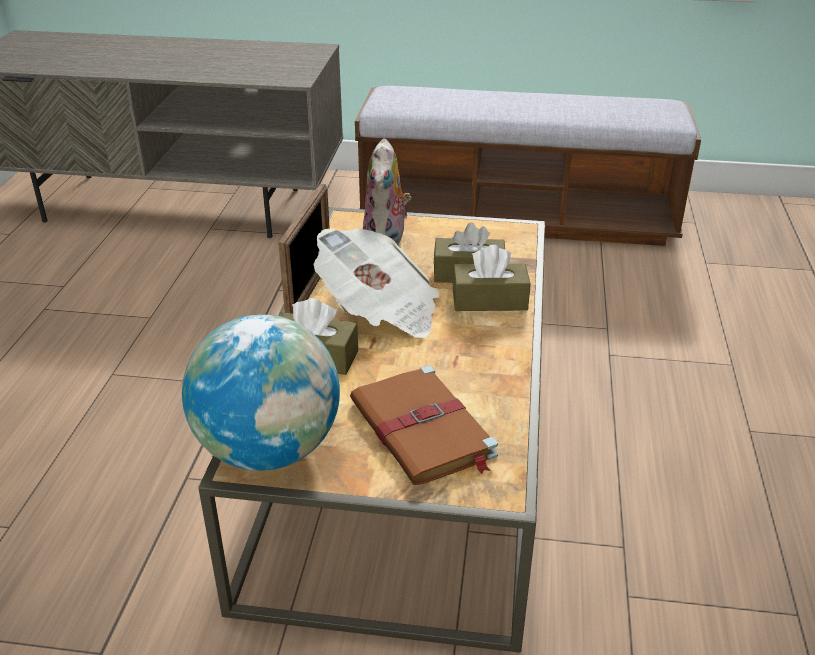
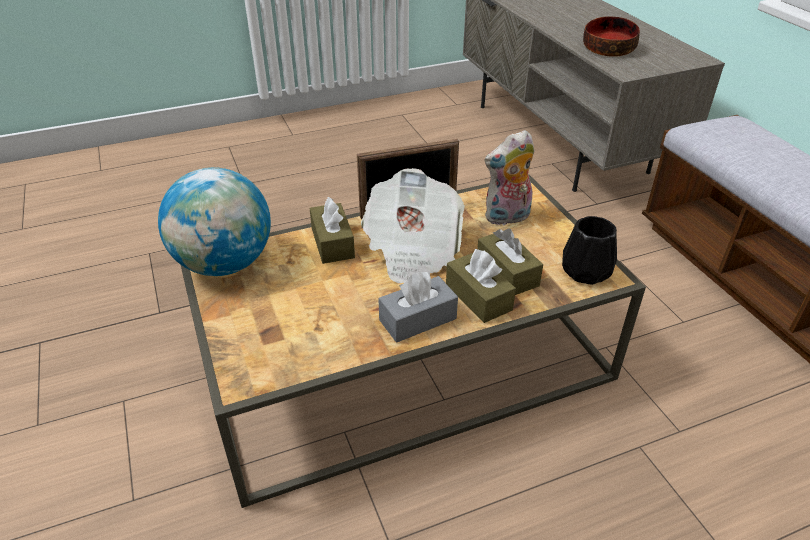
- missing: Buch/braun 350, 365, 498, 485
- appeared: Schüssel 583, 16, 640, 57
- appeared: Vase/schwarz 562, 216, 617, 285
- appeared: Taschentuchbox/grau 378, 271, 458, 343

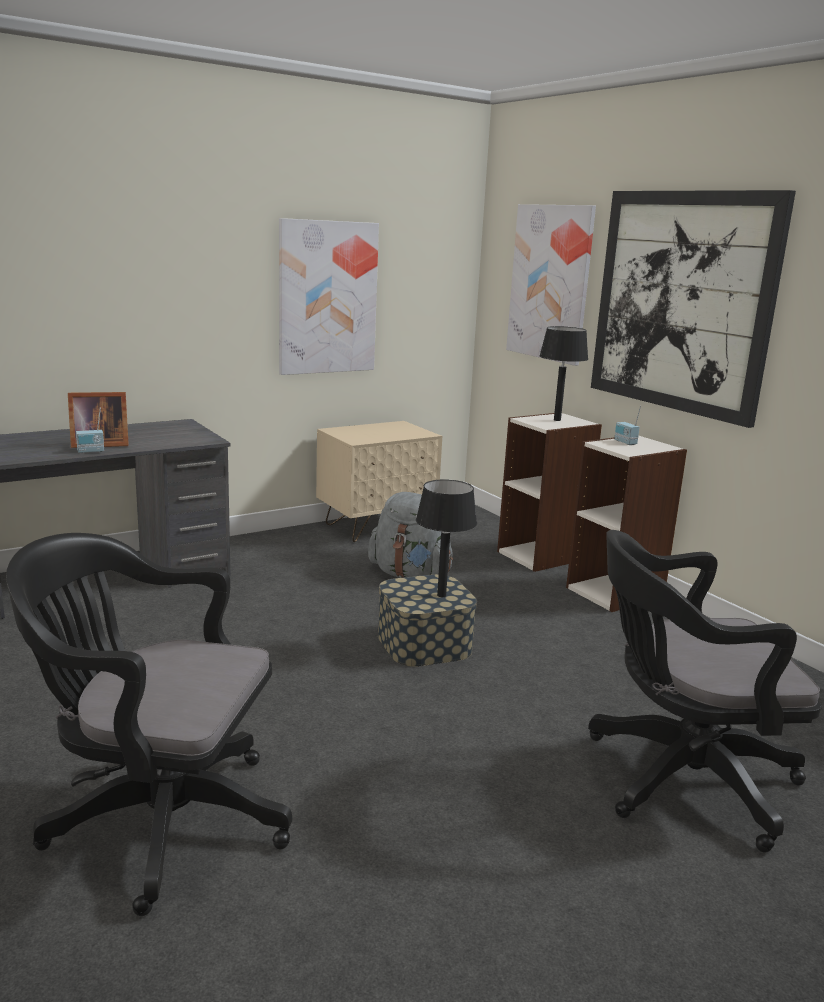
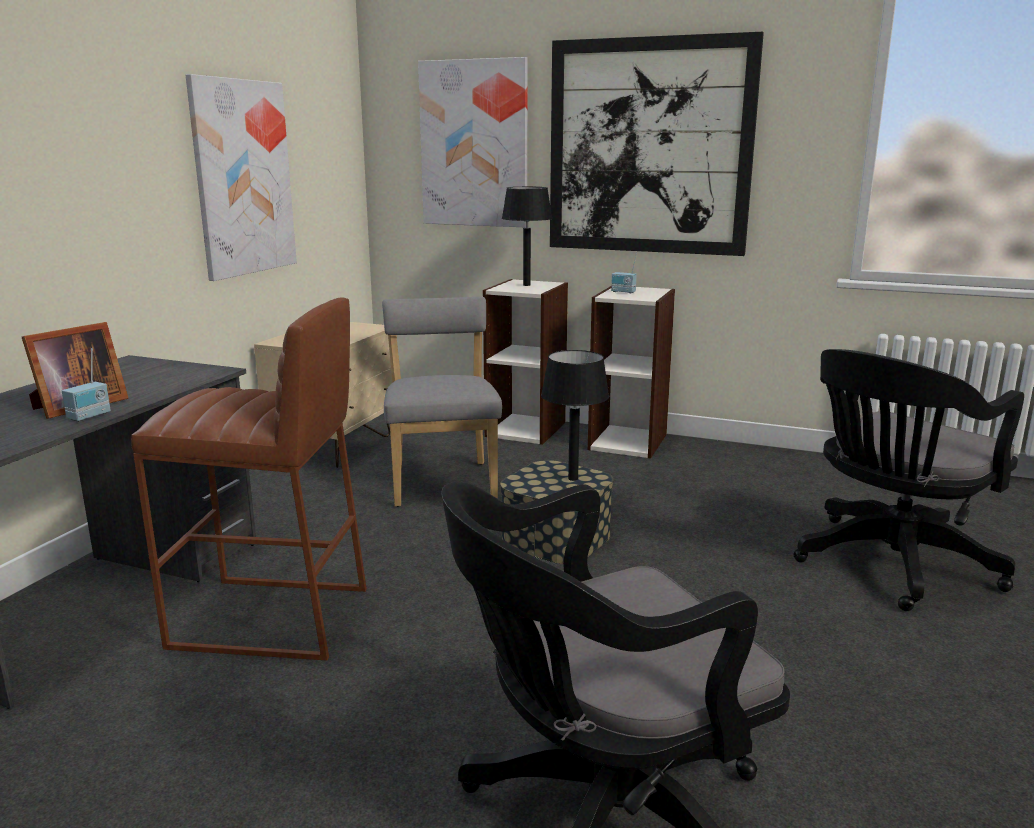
- exchanged: Rucksack/grau 368, 492, 453, 578 to Stuhl/grau 382, 297, 502, 507
- appeared: Hocker/braun 131, 298, 367, 661

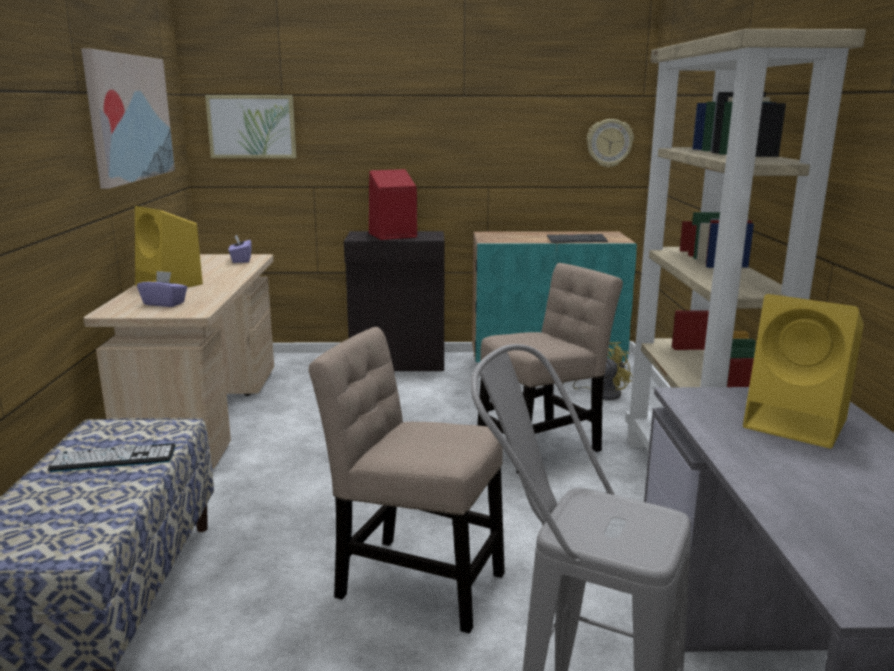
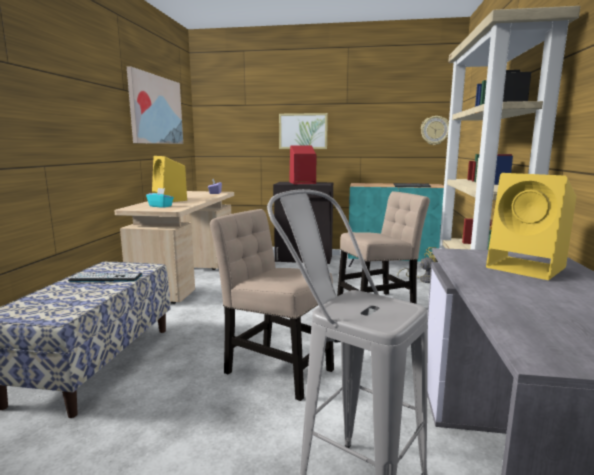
- relocated: Bild 205, 95, 296, 158 to 279, 113, 328, 149
- colour: Taschentuchbox/lila 137, 271, 188, 307 to Taschentuchbox/türkis 146, 188, 174, 208

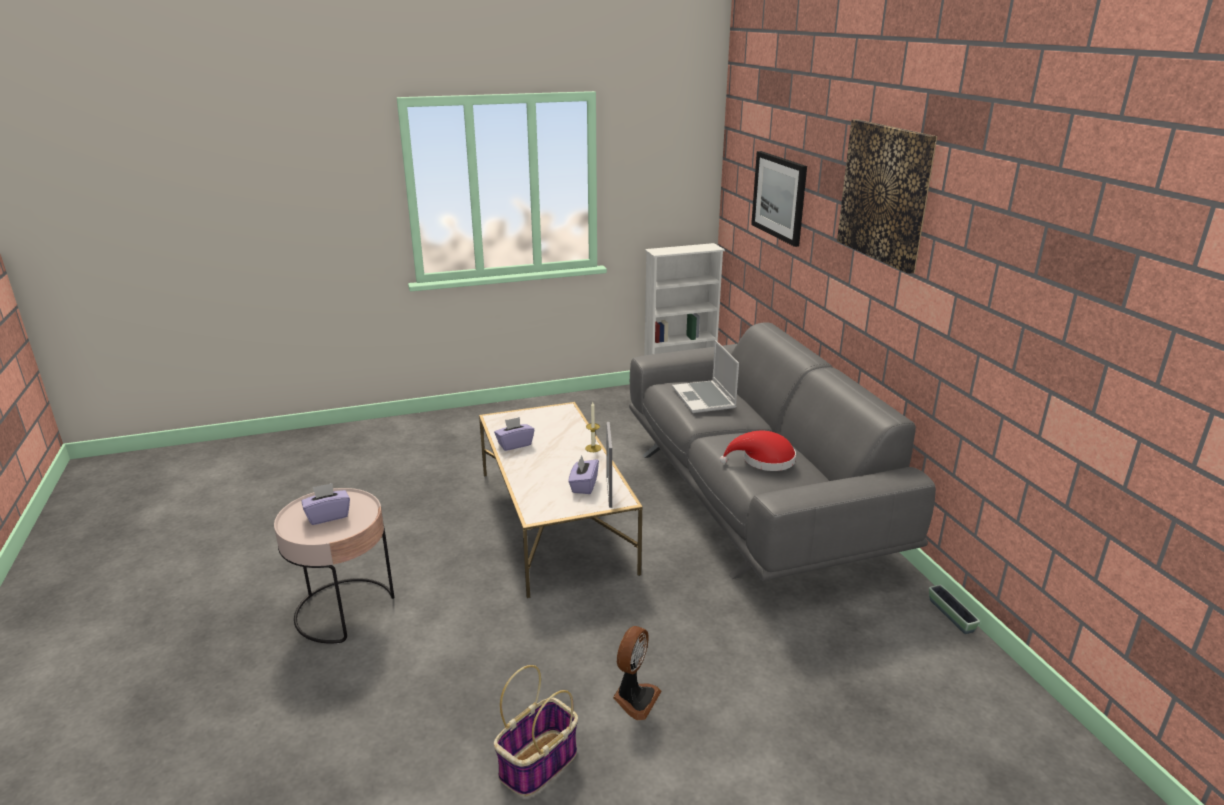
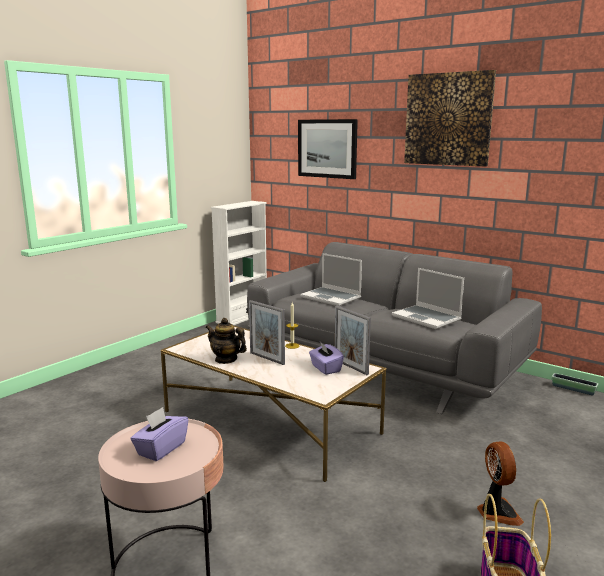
- exchanged: Taschentuchbox/lila 494, 417, 534, 451 to Teekanne 206, 318, 247, 364
- exchanged: Hut/rot 720, 431, 796, 471 to Laptop 392, 268, 464, 329
- appeared: Bilderrahmen 249, 300, 285, 365

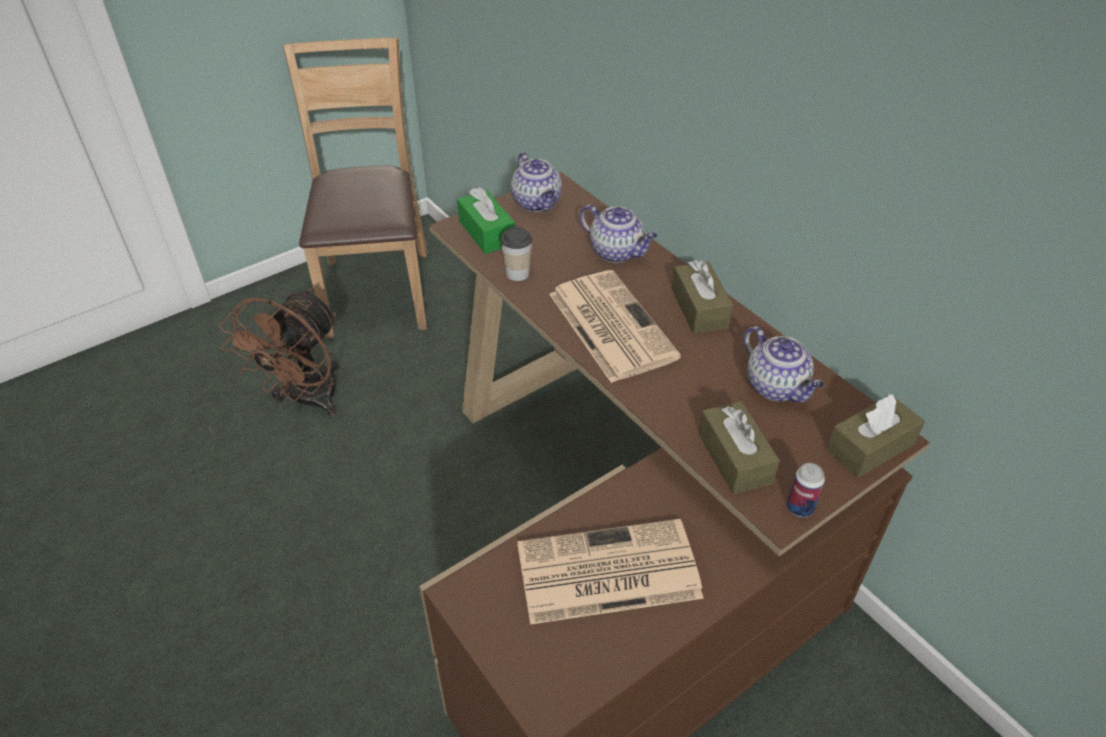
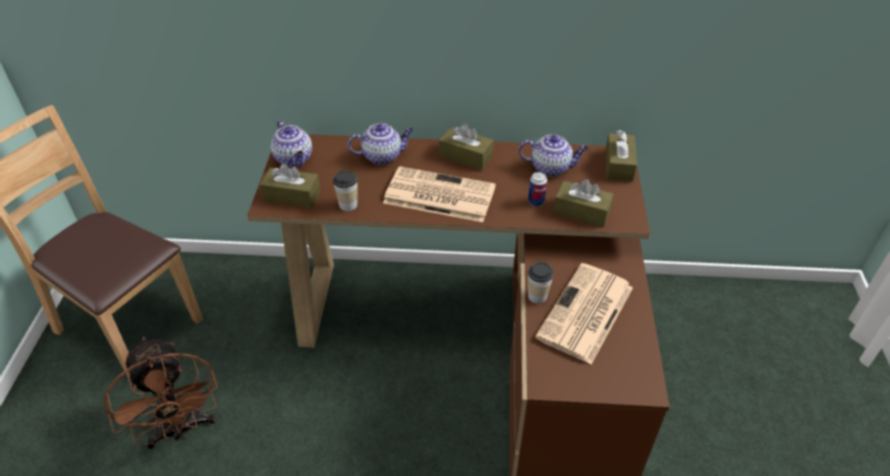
- spun: Teekanne 511, 152, 562, 212 = 271, 120, 312, 167 45 degrees clockwise
- colour: Taschentuchbox/grün 457, 187, 515, 254 to Taschentuchbox/braun 260, 163, 321, 208
- relocated: Dose 787, 463, 825, 517 to 528, 172, 547, 206
- appeared: Tasse 528, 262, 554, 304

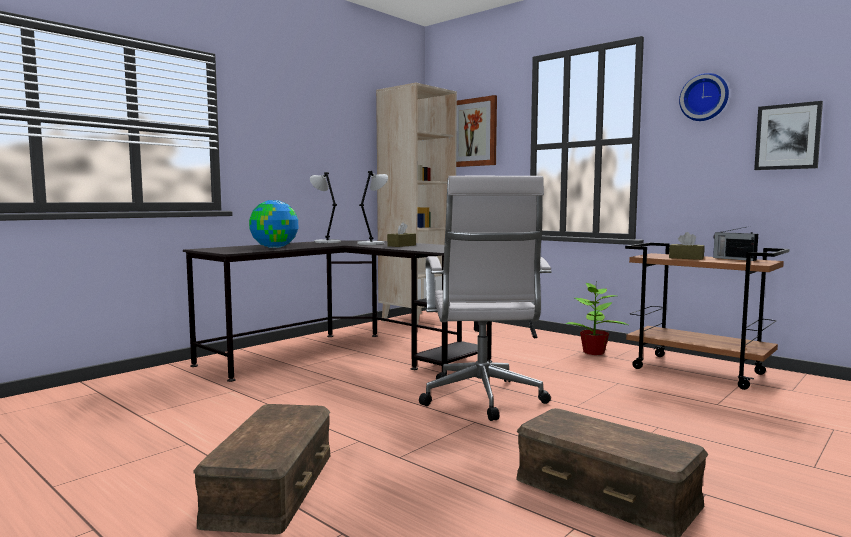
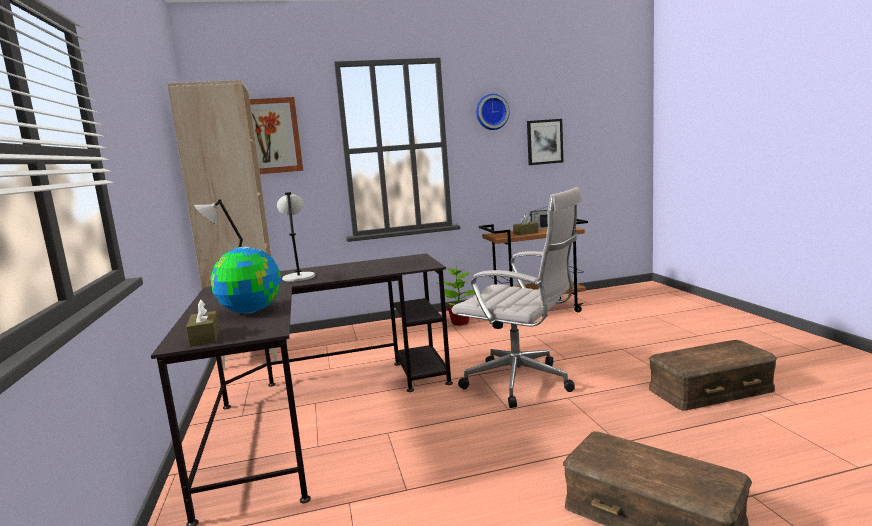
- relocated: Taschentuchbox/braun 387, 222, 416, 247 to 186, 299, 219, 346

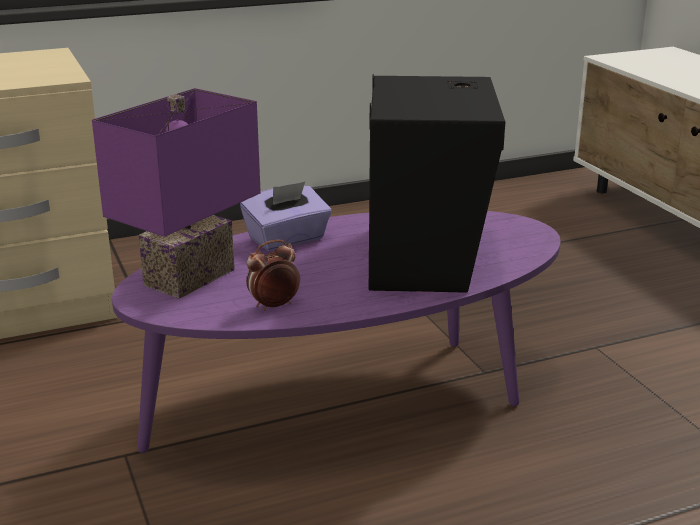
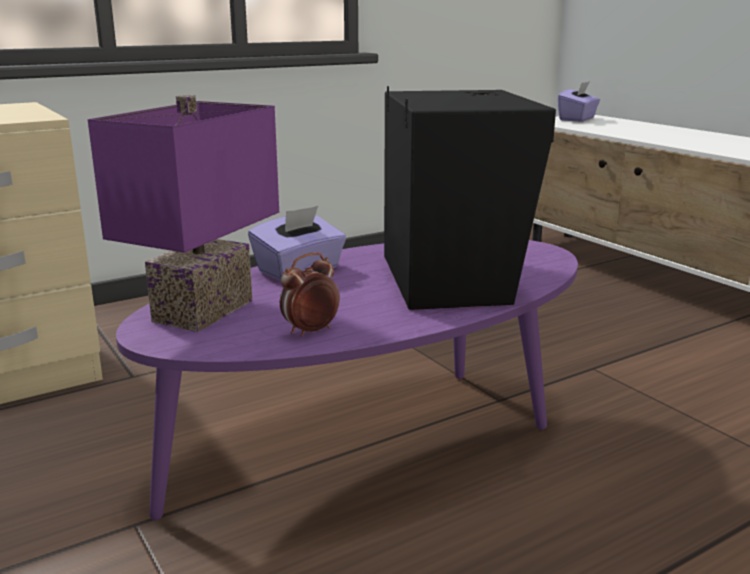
- appeared: Taschentuchbox/lila 558, 81, 600, 122

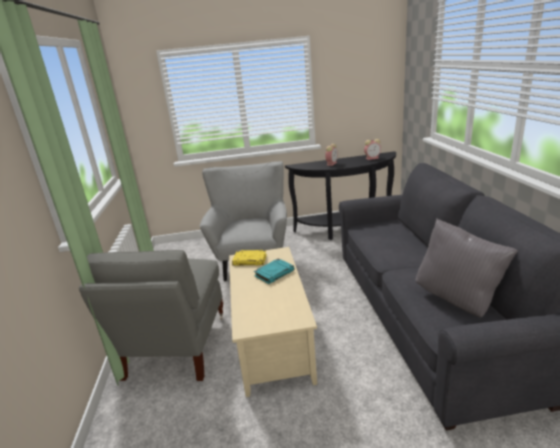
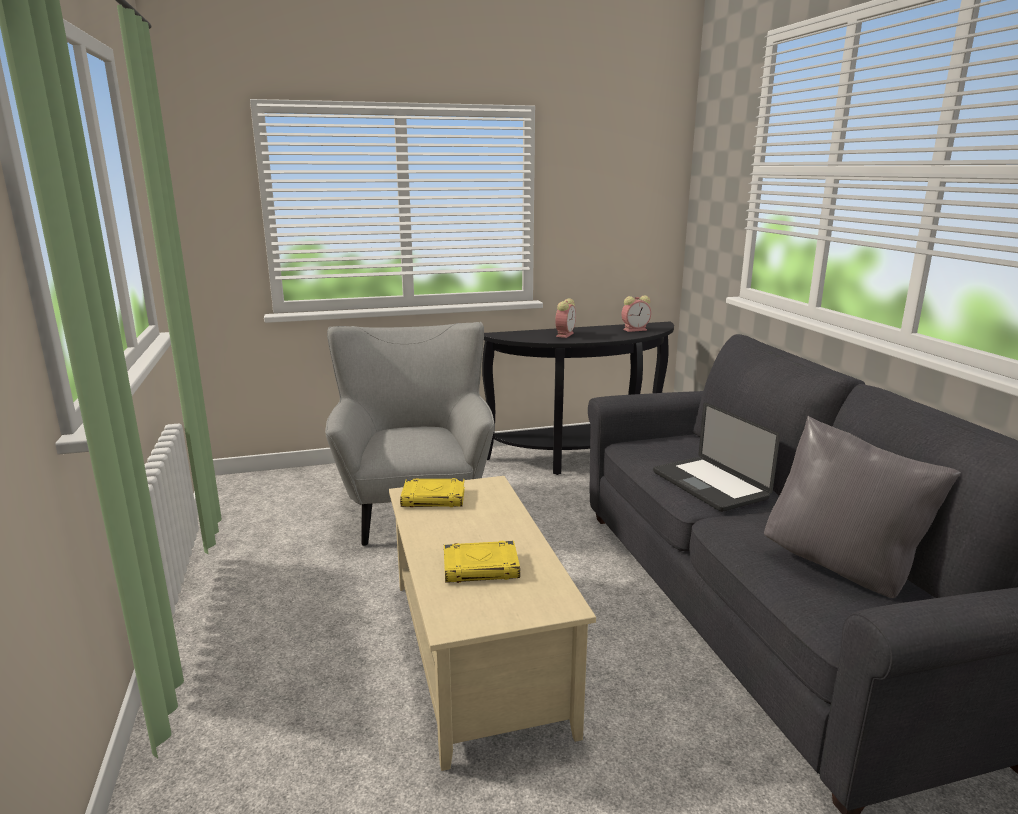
- missing: Sessel/grau 79, 250, 223, 381
- missing: Buch/türkis 254, 258, 294, 284
- appeared: Laptop 653, 402, 780, 512
- appeared: Buch/gelb 444, 541, 520, 583

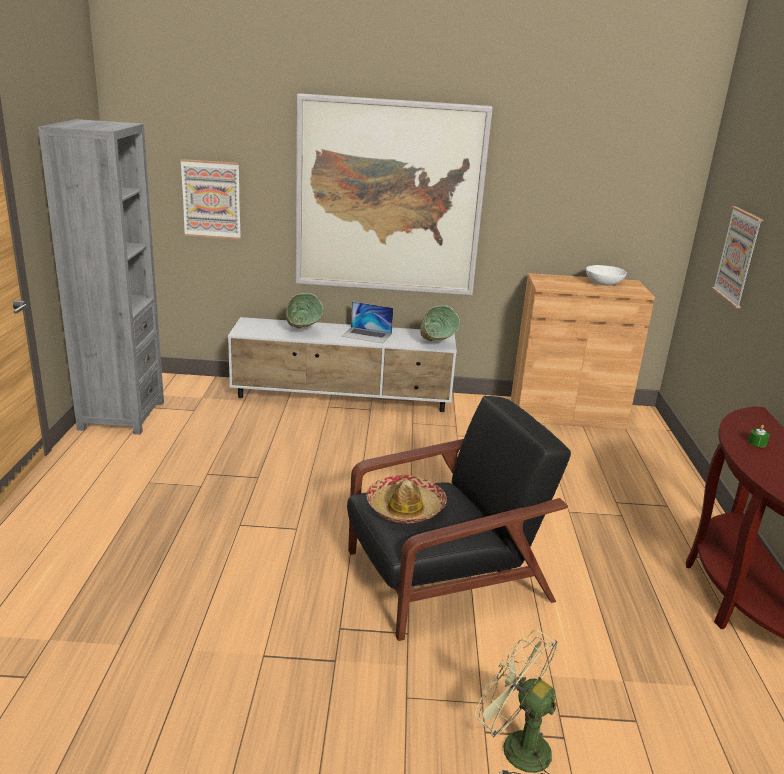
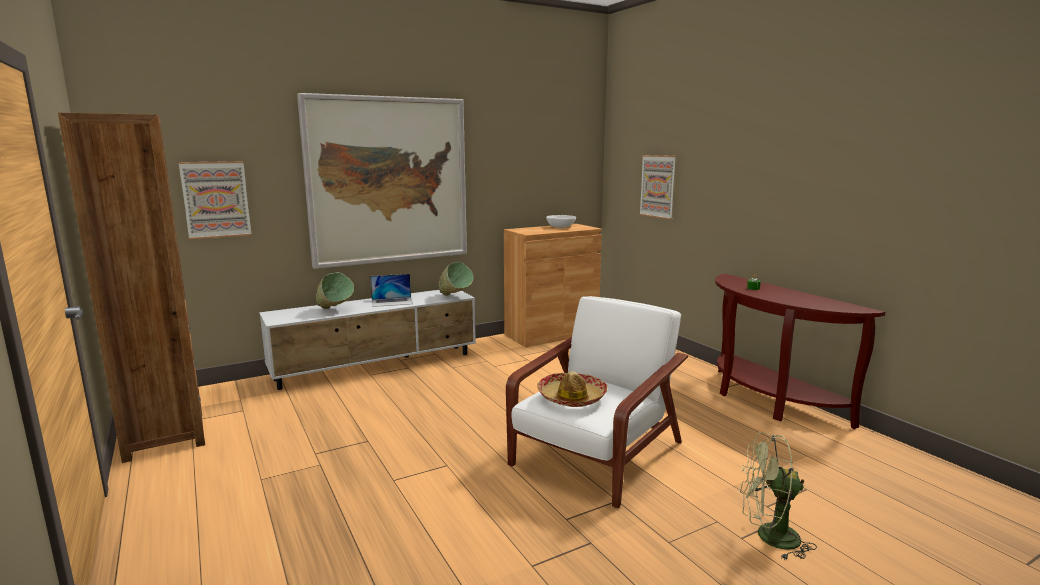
- colour: Bücherregal/grau 38, 119, 164, 435 to Bücherregal/braun 58, 113, 205, 463
- colour: Sessel/schwarz 347, 395, 571, 641 to Sessel/weiß 506, 296, 688, 508

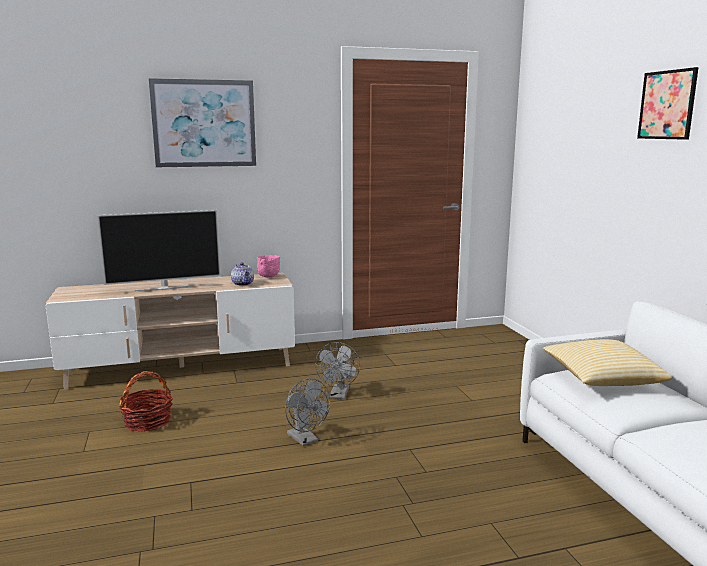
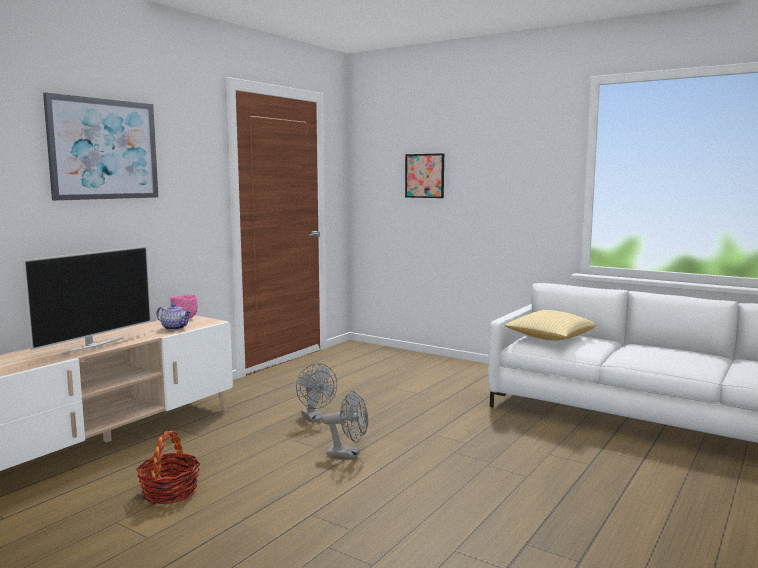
- relocated: Bild 637, 67, 699, 140 to 405, 153, 444, 198

